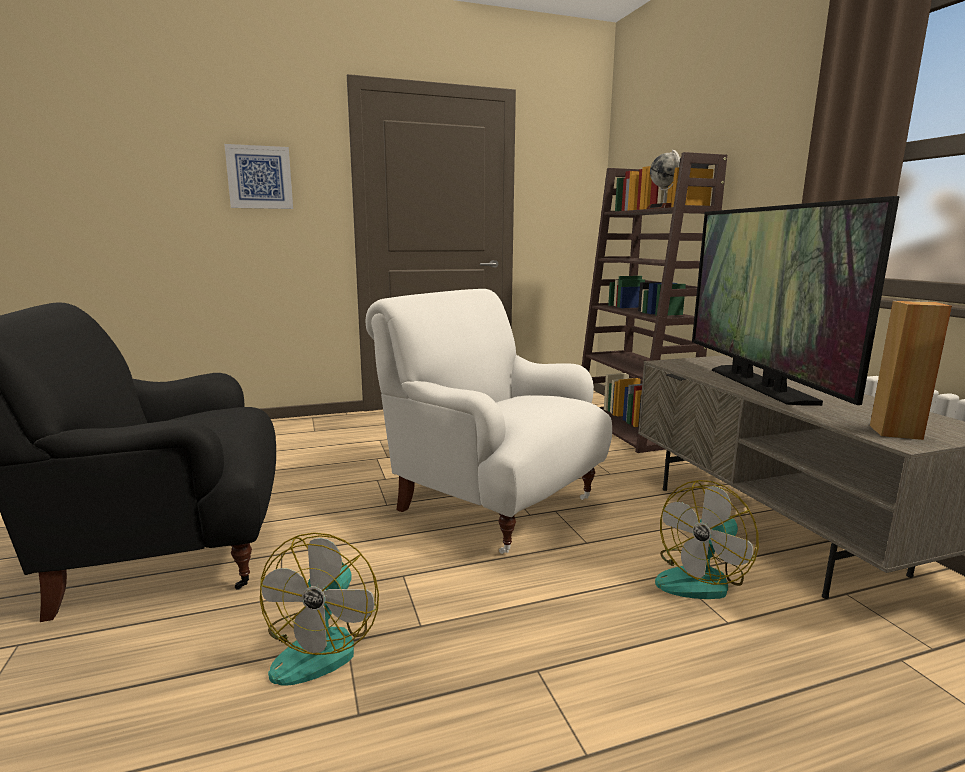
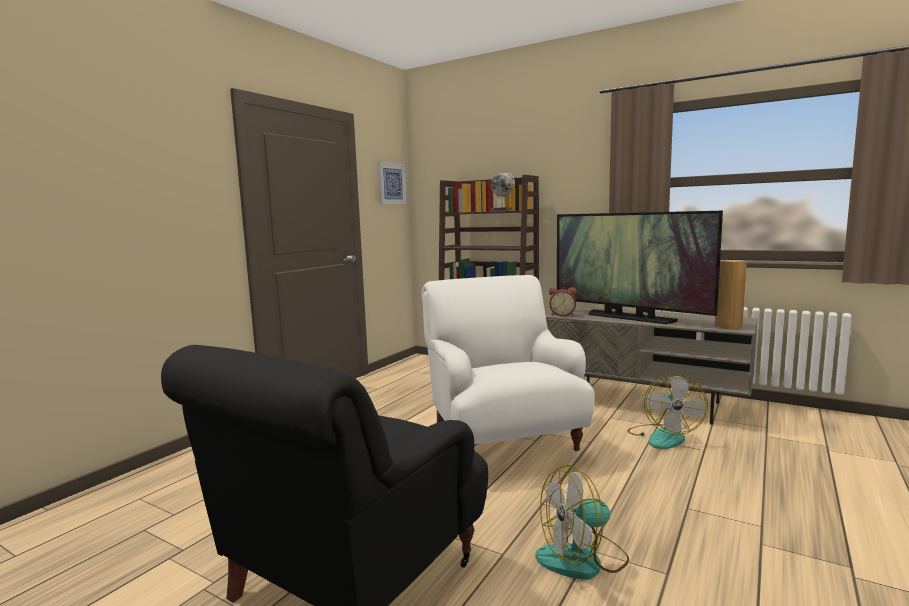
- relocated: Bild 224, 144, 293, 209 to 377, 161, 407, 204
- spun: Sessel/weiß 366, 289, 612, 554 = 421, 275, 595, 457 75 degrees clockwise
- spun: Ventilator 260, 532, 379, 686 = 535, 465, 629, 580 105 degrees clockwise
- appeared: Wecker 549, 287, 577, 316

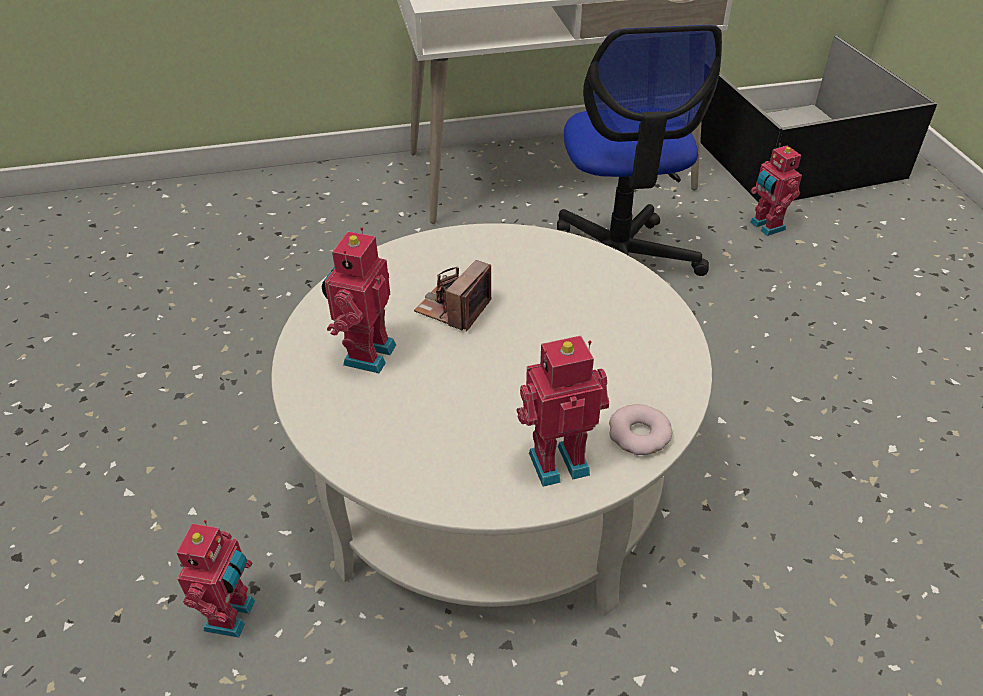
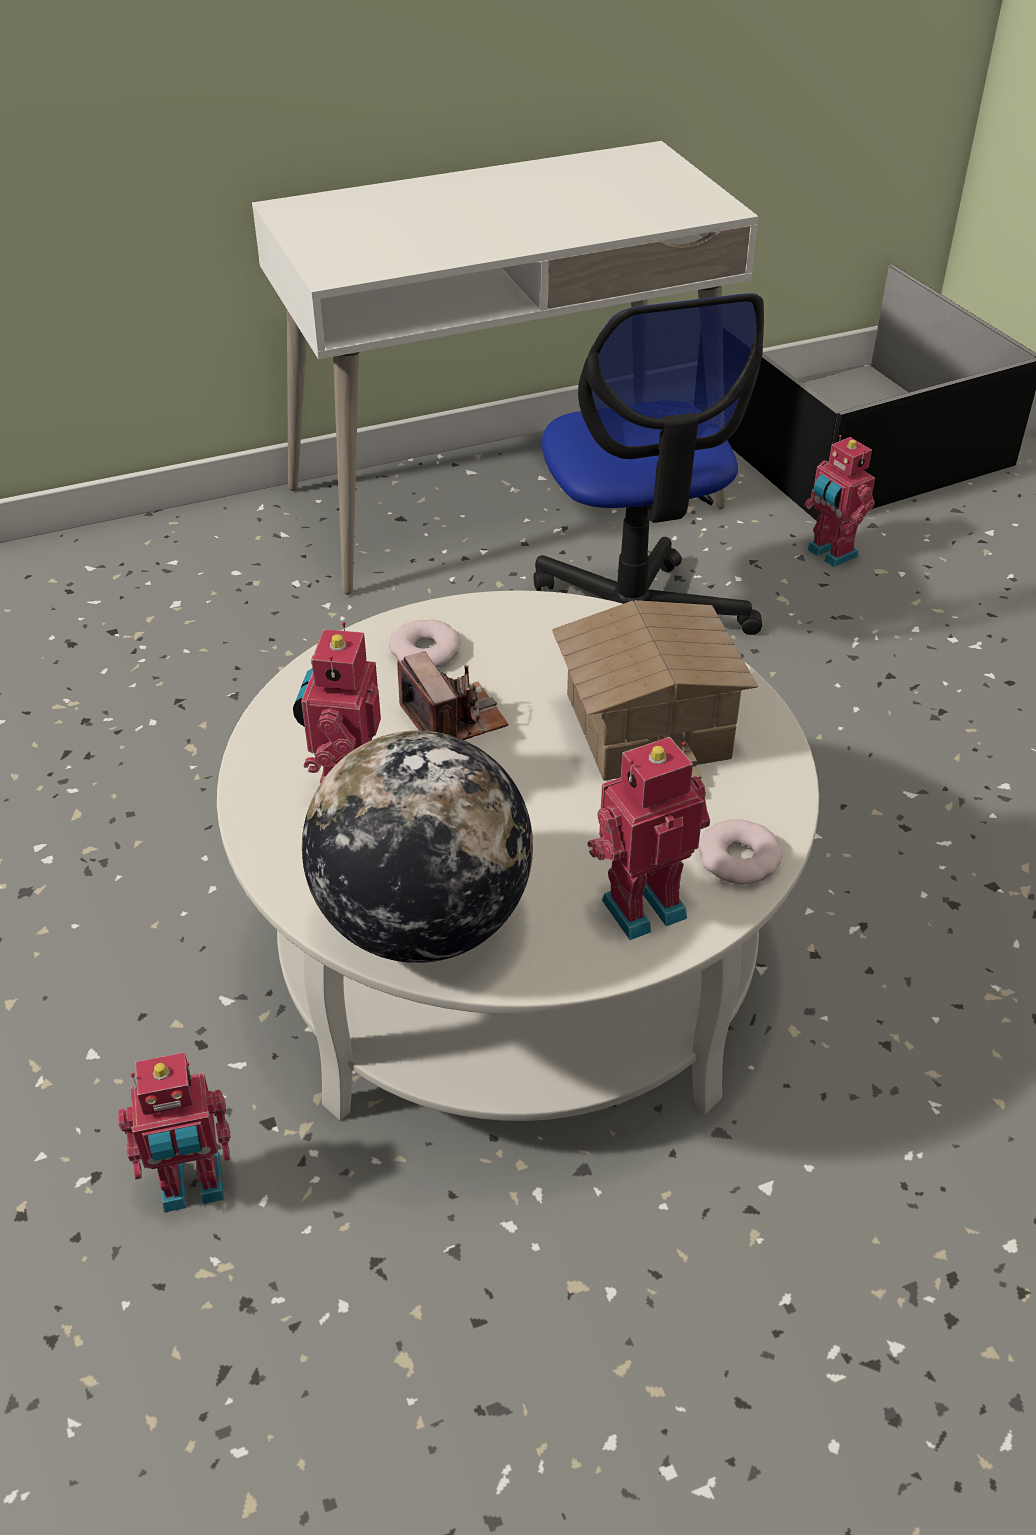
- spun: Kamera 414, 260, 492, 331 = 397, 651, 508, 740 135 degrees clockwise
- spun: Spielzeugroboter 176, 520, 256, 638 = 118, 1052, 230, 1213 75 degrees clockwise
- appeared: Spielzeughaus 552, 600, 758, 781
- appeared: Donut 389, 619, 461, 668
- appeared: Globus 302, 731, 533, 963

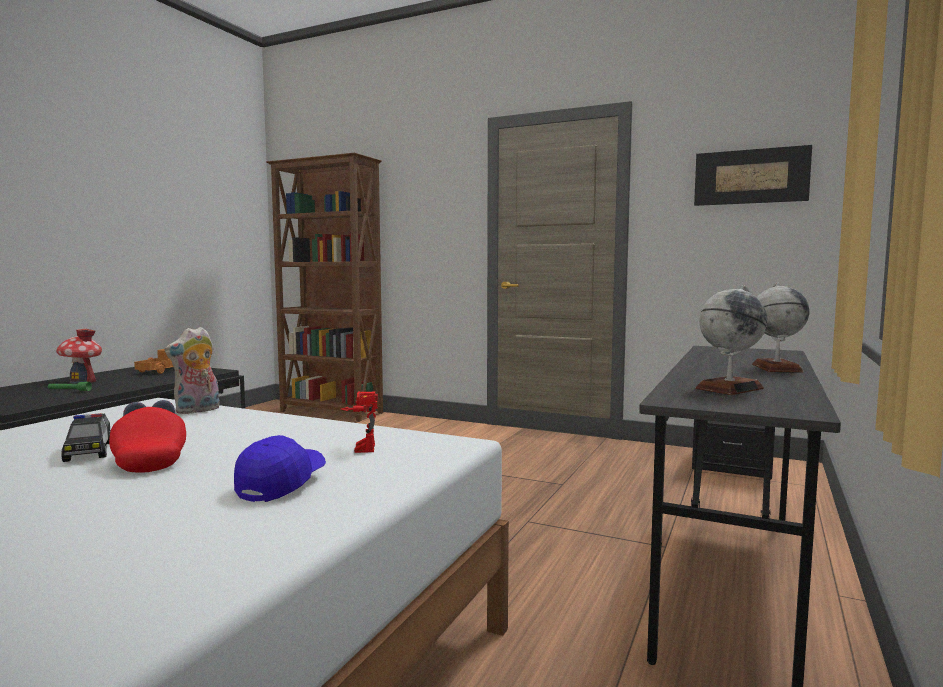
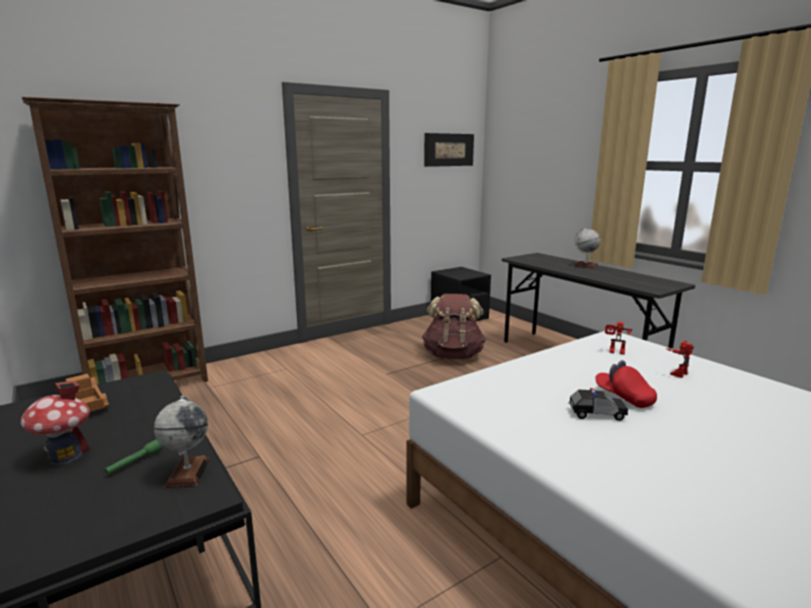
- relocated: Globus 695, 285, 767, 395 to 154, 396, 210, 488
- missing: Plüschtier 164, 327, 219, 414
- spun: Kappe/rot 109, 400, 186, 473 = 595, 360, 657, 408 45 degrees clockwise
- exchanged: Kappe/blau 234, 435, 326, 502 to Spielzeugroboter 666, 341, 694, 378
- appeared: Rucksack/braun 422, 294, 486, 359

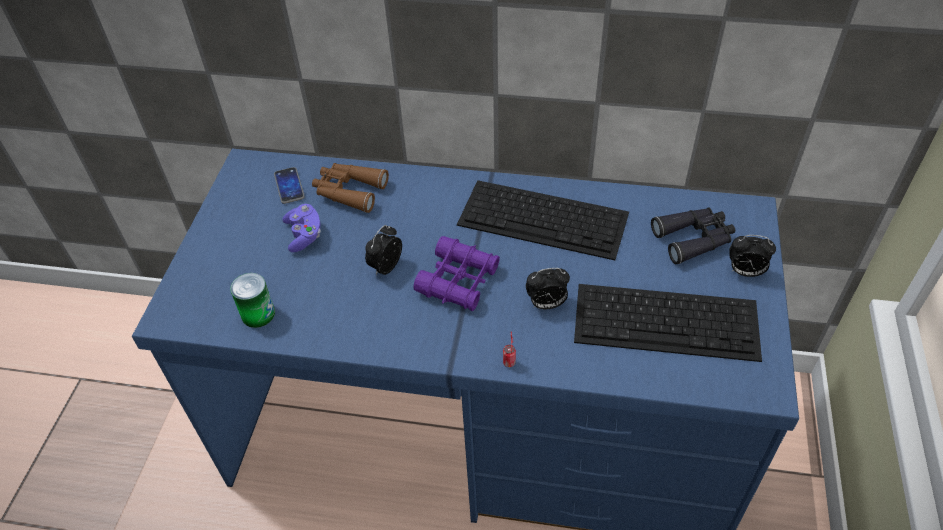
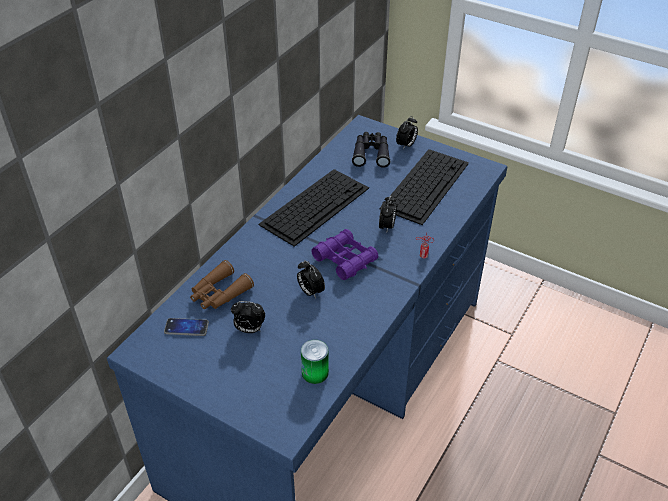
- exchanged: Gamepad/lila 282, 204, 321, 252 to Wecker 231, 301, 265, 333

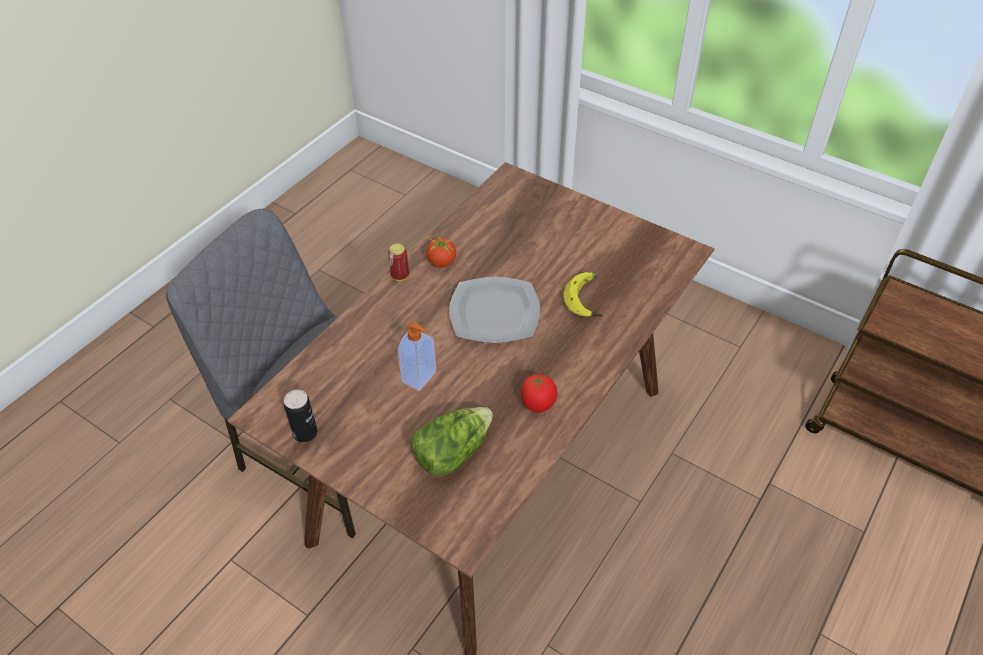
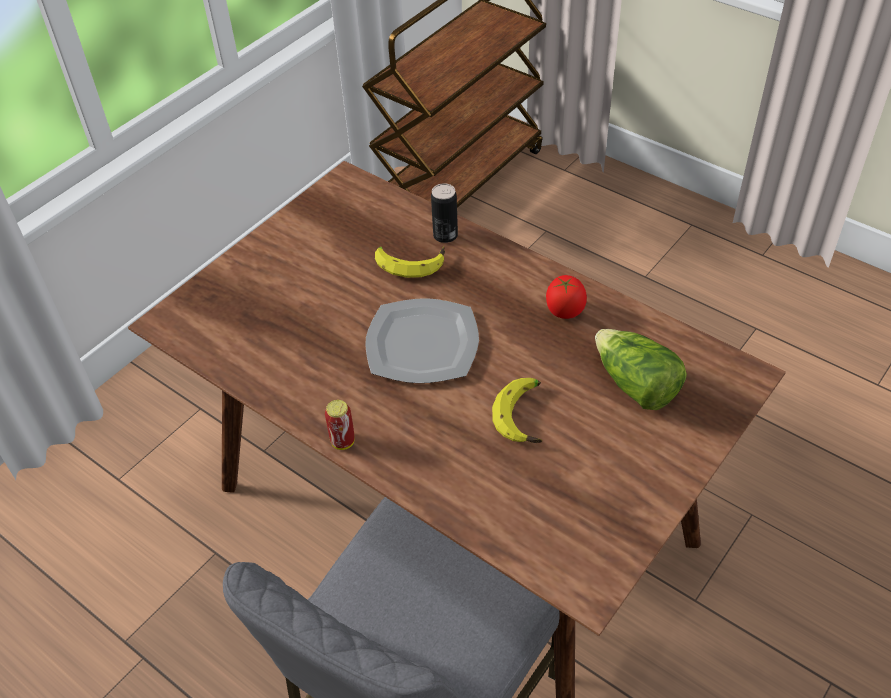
- missing: Tomate 425, 232, 456, 268
- exchanged: Seifenspender 398, 321, 436, 391 to Banane 492, 378, 542, 443
- relocated: Dose 284, 390, 318, 442 to 431, 183, 458, 243

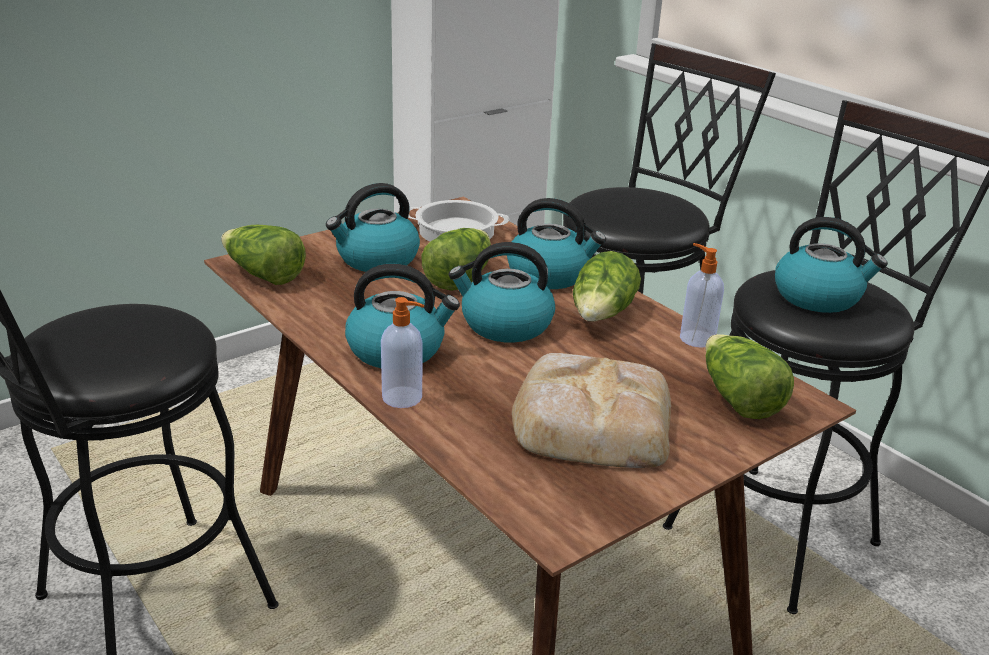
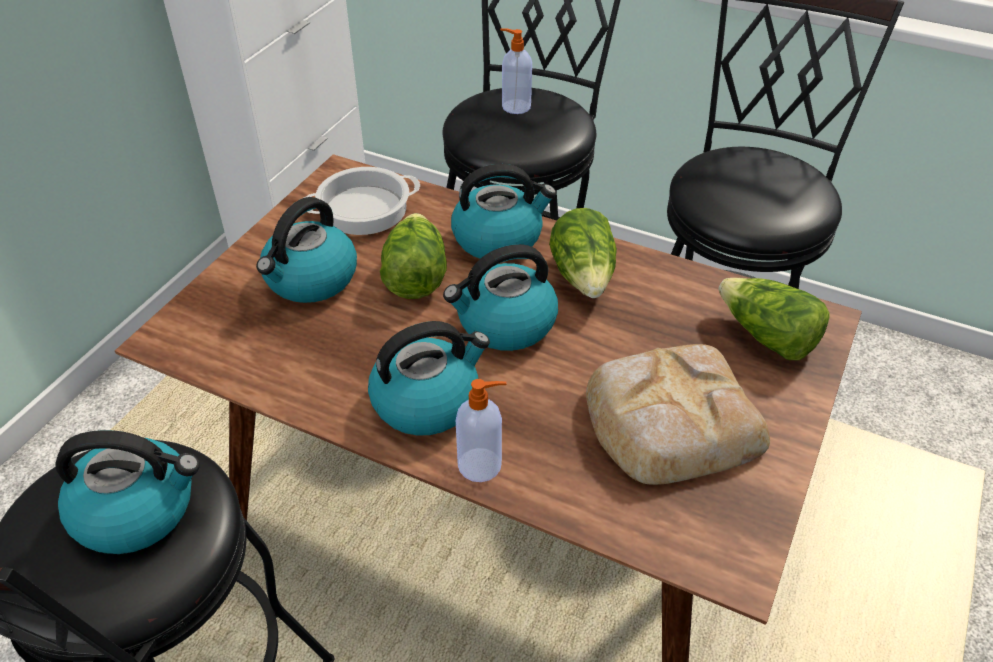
- relocated: Wasserkessel 775, 217, 888, 313 to 56, 430, 200, 554
- missing: Salatkopf 221, 225, 306, 285
- relocated: Seifenspender 680, 243, 724, 348 to 500, 28, 532, 114

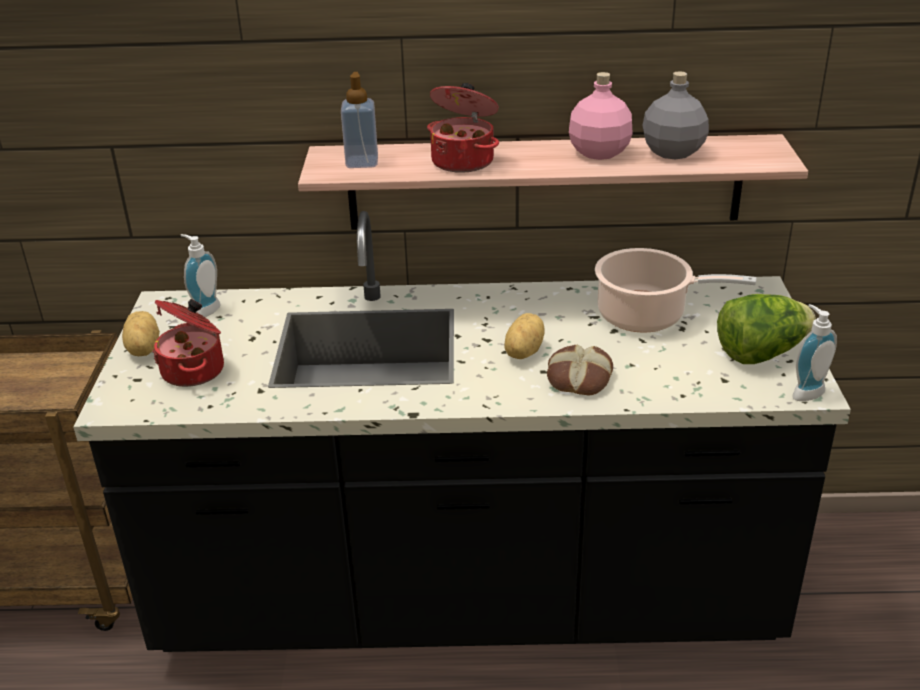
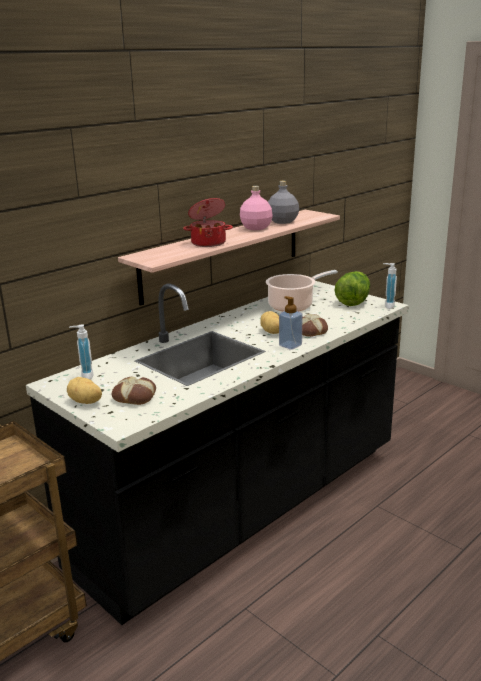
- relocated: Seifenspender 341, 72, 378, 168 to 279, 296, 303, 350
- exchanged: Kochtopf 152, 299, 224, 387 to Brot 112, 377, 156, 405

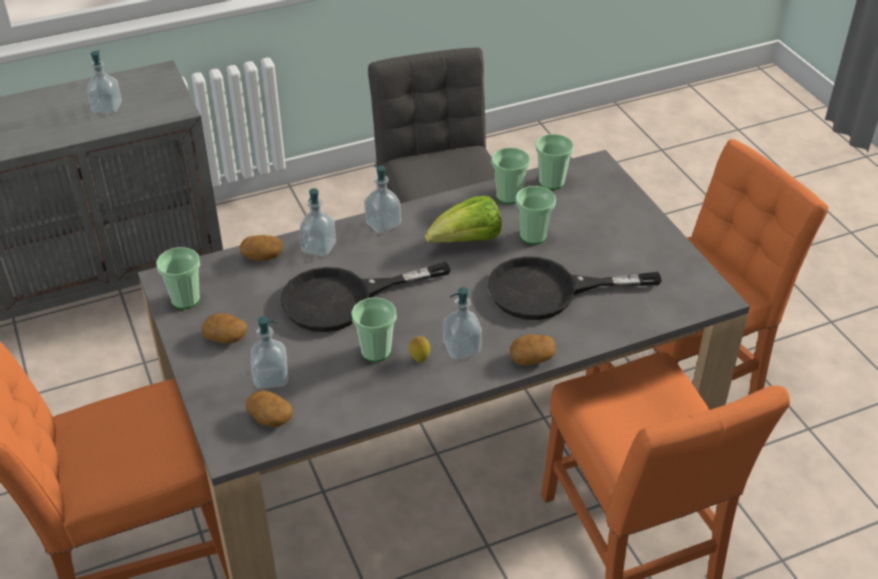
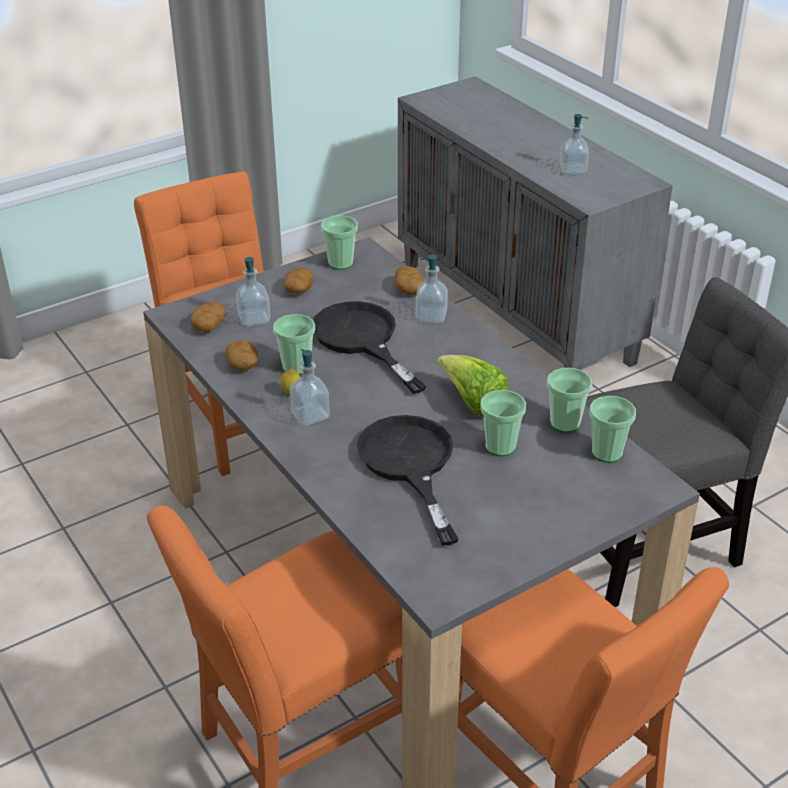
- missing: Seifenspender 364, 165, 401, 234
- relocated: Kartoffel 510, 334, 556, 365 to 225, 341, 258, 370

